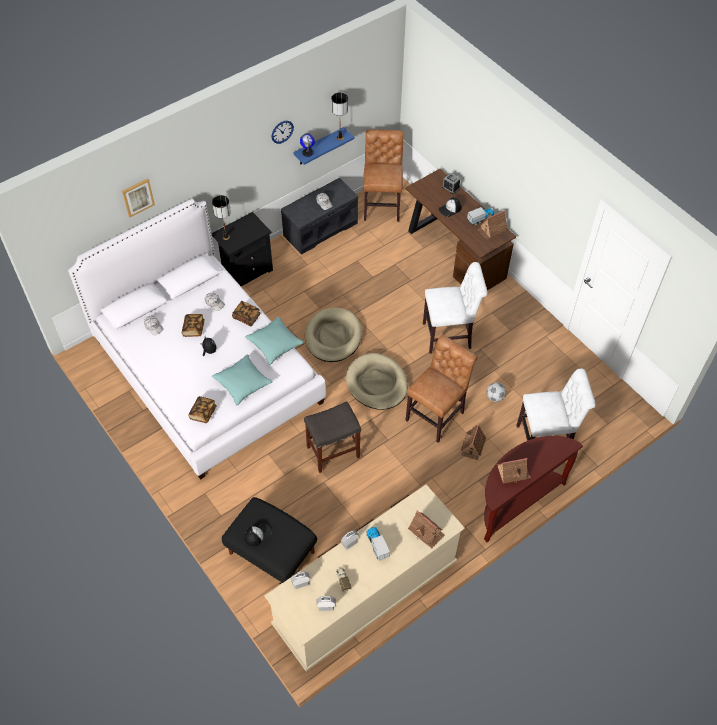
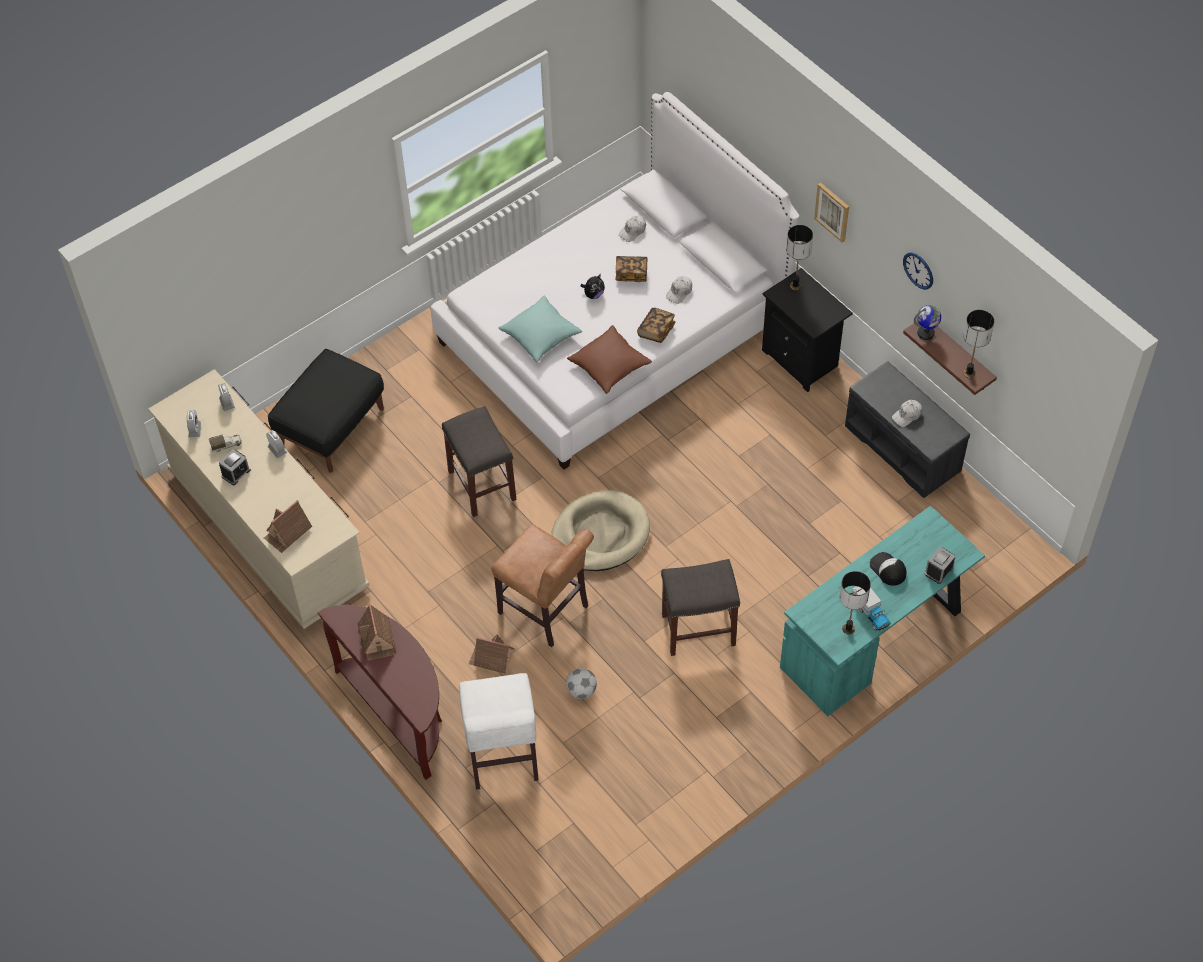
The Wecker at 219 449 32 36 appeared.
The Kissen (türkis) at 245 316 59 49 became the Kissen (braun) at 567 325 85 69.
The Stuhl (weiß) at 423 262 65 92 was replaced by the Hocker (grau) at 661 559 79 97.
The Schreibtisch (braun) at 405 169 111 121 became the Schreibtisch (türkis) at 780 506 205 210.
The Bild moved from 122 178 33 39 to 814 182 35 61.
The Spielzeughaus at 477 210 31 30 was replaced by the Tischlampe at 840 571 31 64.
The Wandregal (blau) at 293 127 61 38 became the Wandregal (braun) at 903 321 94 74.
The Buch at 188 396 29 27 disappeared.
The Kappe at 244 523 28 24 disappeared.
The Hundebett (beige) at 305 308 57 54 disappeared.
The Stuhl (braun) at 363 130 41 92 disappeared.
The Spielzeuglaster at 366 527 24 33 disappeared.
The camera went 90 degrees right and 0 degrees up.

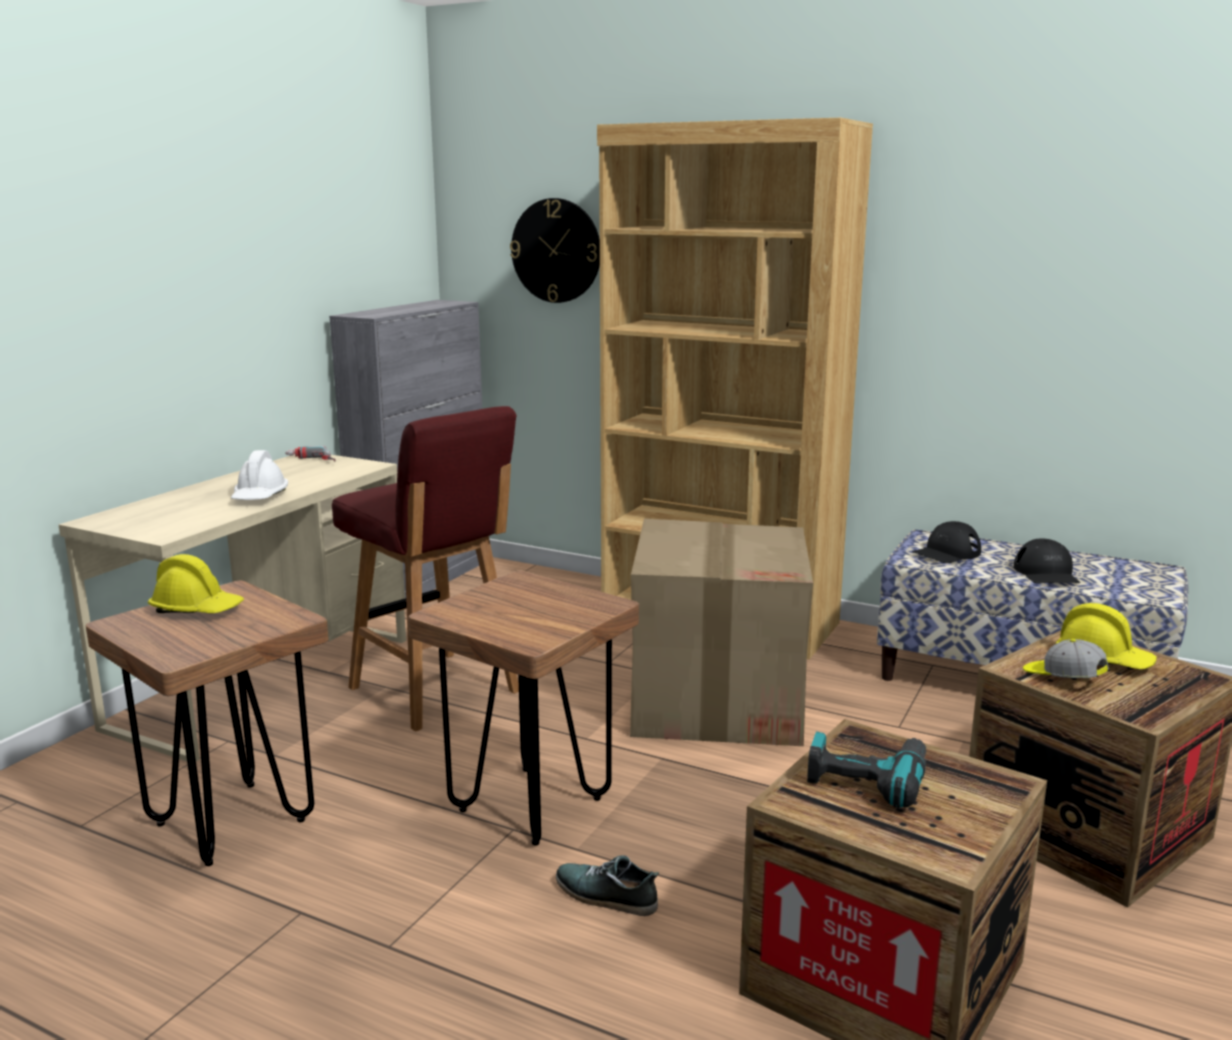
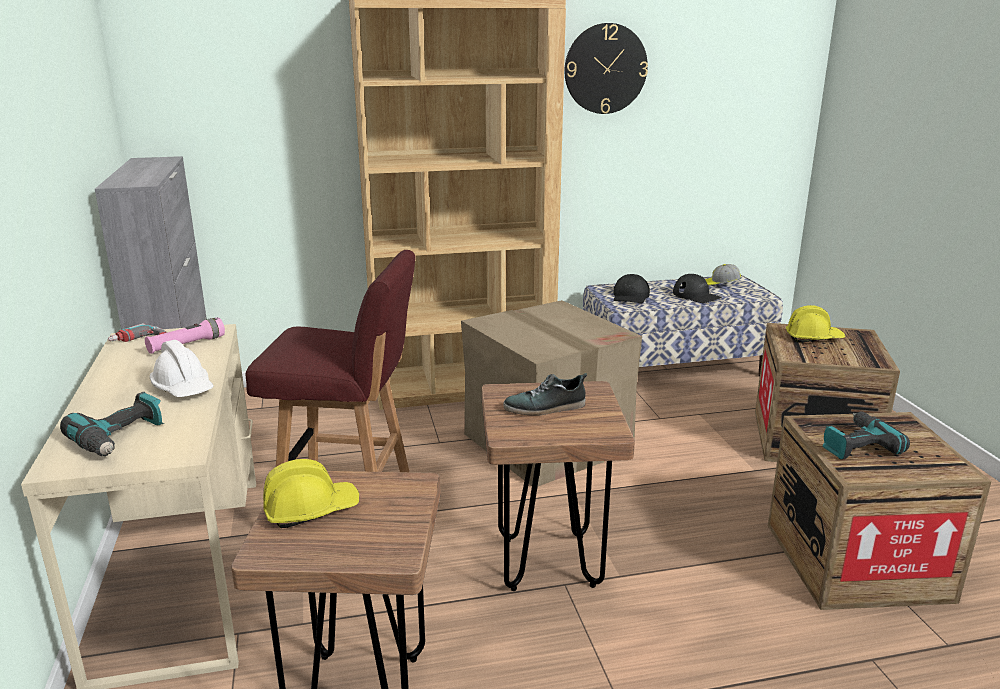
The Bohrmaschine at 60 392 105 64 appeared.
The Taschenlampe (rosa) at 145 317 80 37 appeared.
The Schuh moved from 556 855 103 61 to 503 373 84 43.
The Wanduhr moved from 510 198 90 105 to 564 23 84 91.
The Kappe moved from 1023 639 86 39 to 705 264 36 21.
The camera went 40 degrees left and 5 degrees up.

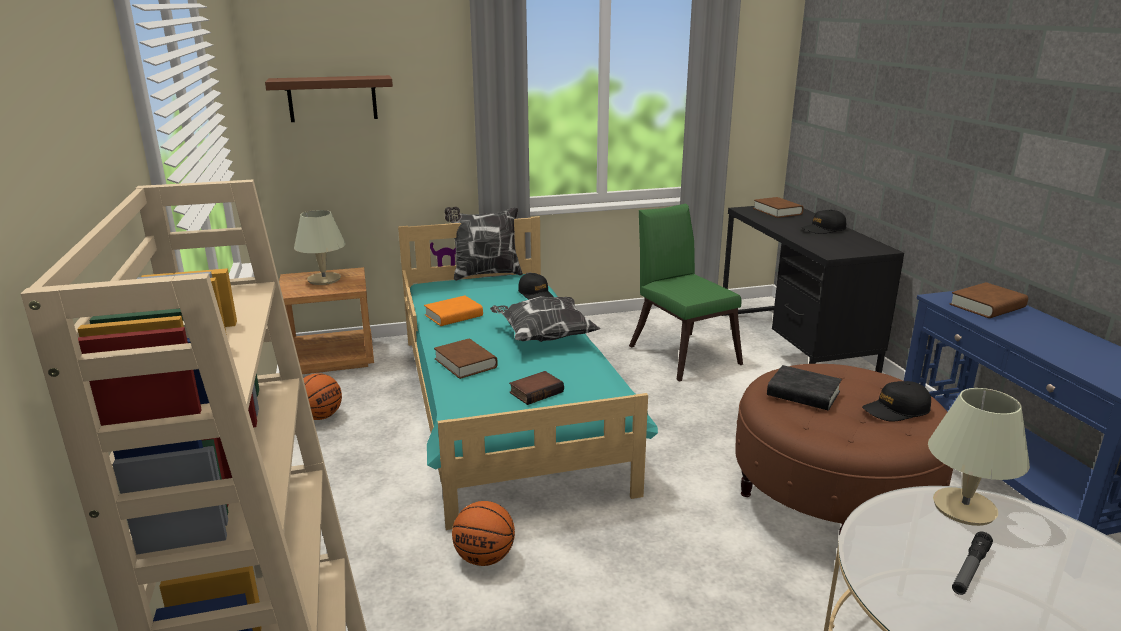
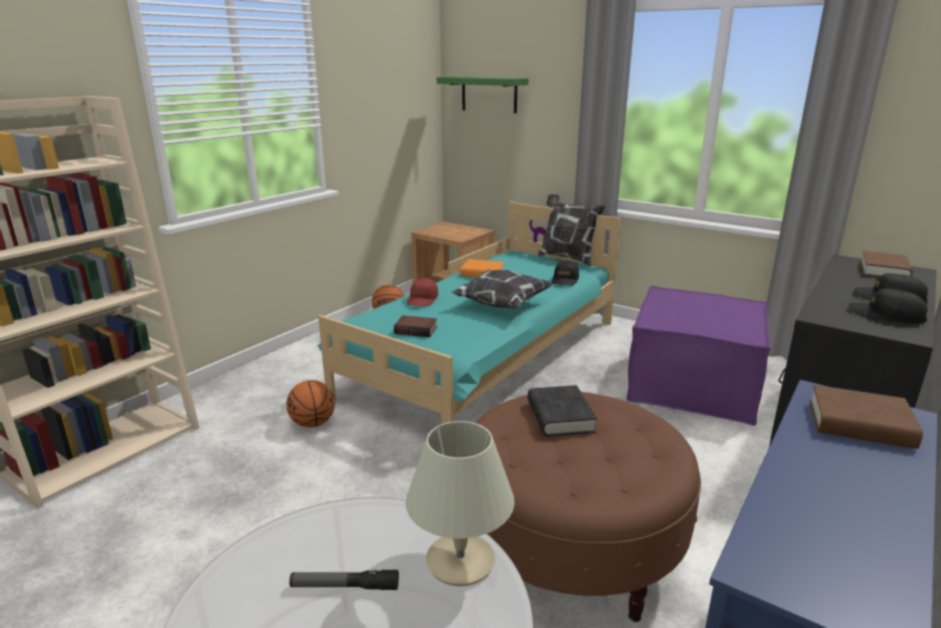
The Buch (braun) at 434 339 64 40 was replaced by the Kappe (rot) at 407 278 31 28.
The Wandregal (braun) at 265 75 128 47 became the Wandregal (grün) at 437 77 92 36.
The Stuhl (grün) at 629 204 114 177 was replaced by the Polsterhocker (lila) at 626 286 144 140.
The Kappe (schwarz) moved from 862 381 69 41 to 849 288 79 36.
The Tischlampe (beige) at 294 210 52 75 disappeared.
The camera went 50 degrees right and 0 degrees up.

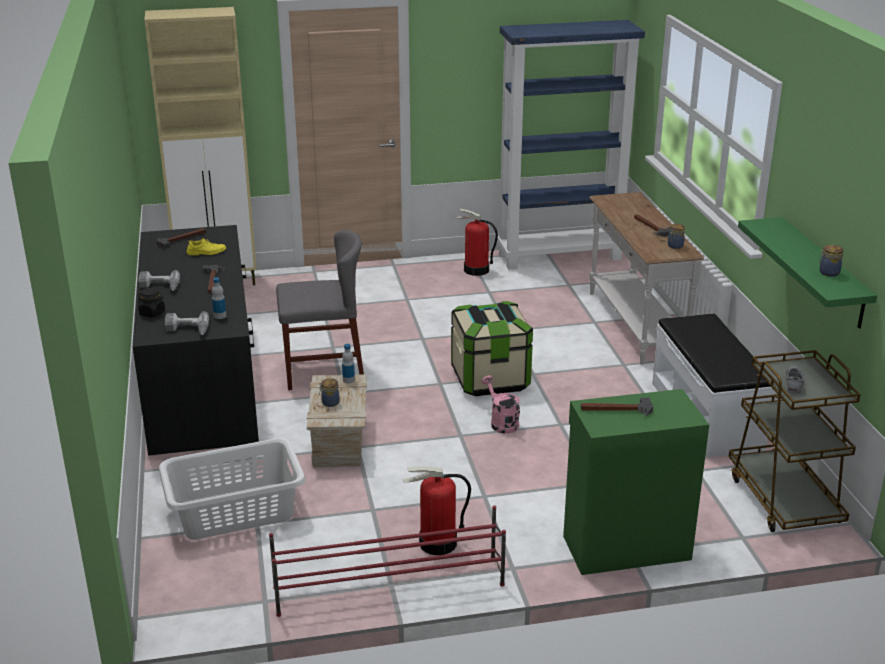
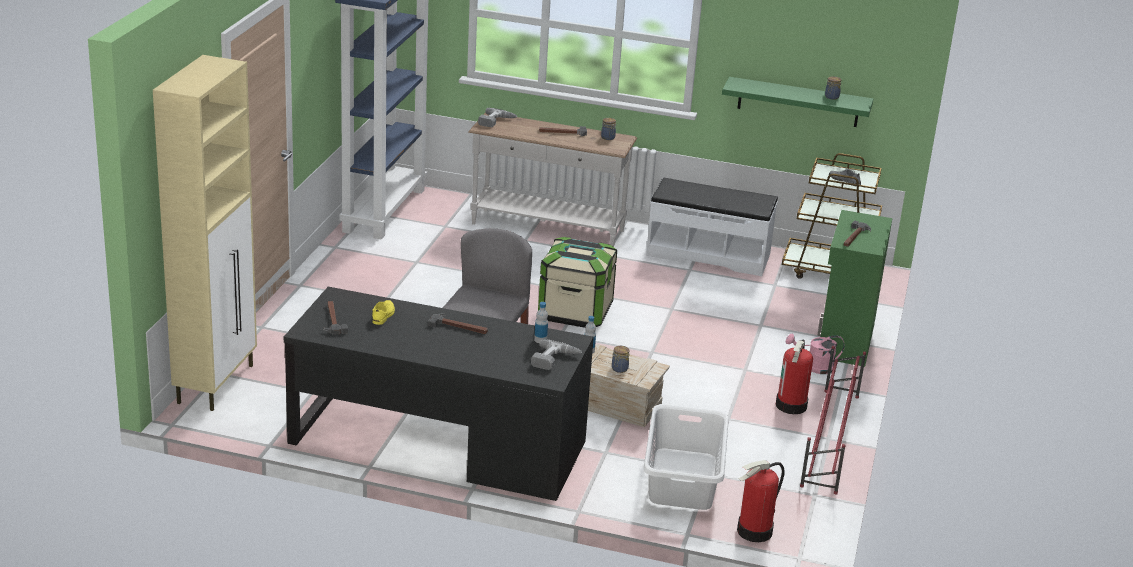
The Bohrmaschine moved from 138 270 42 21 to 478 108 40 19.
The Feuerlöscher moved from 456 209 42 67 to 737 460 48 82.
The Gießkanne (rosa) moved from 481 375 39 59 to 786 334 59 40.
The Vorratsglas (schwarz) at 138 288 27 30 disappeared.
The camera went 65 degrees left and 0 degrees up.

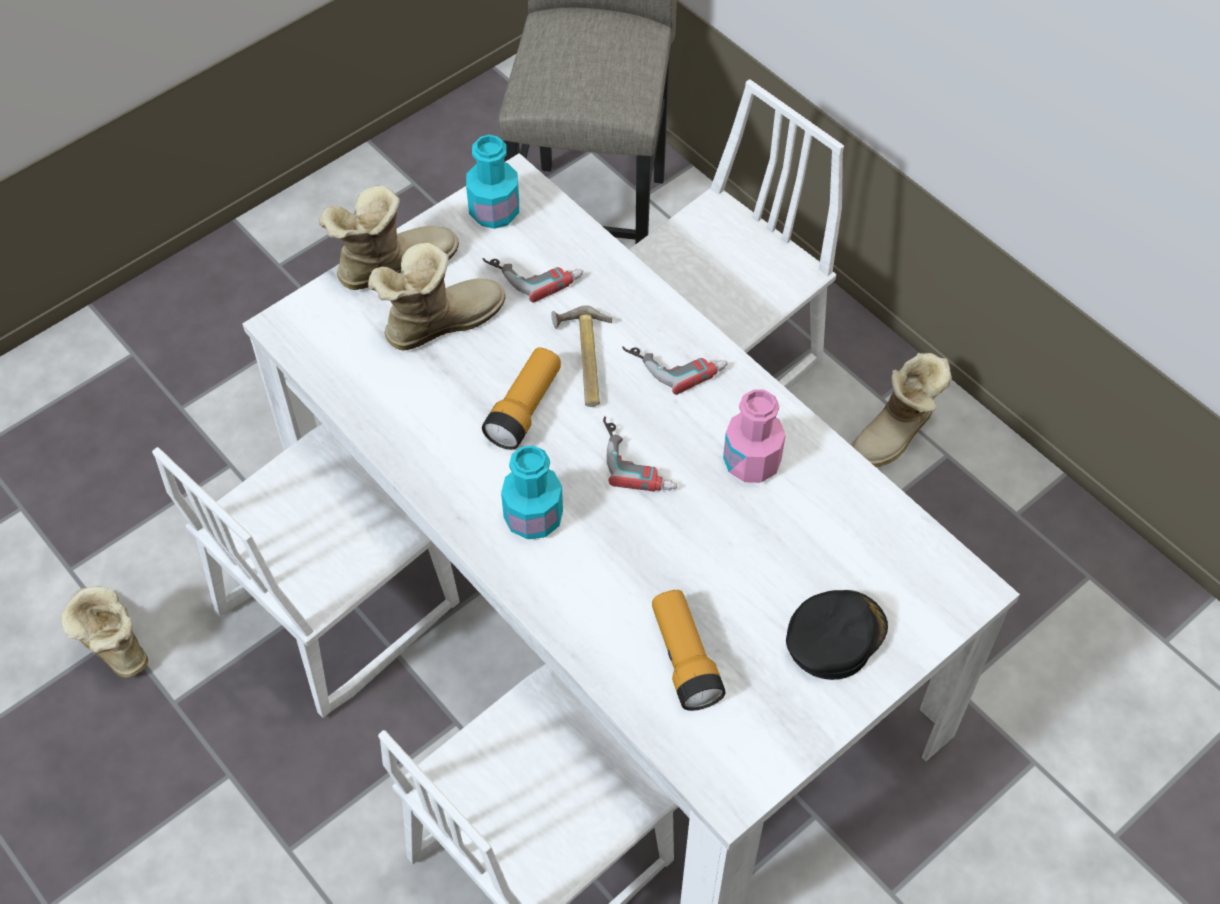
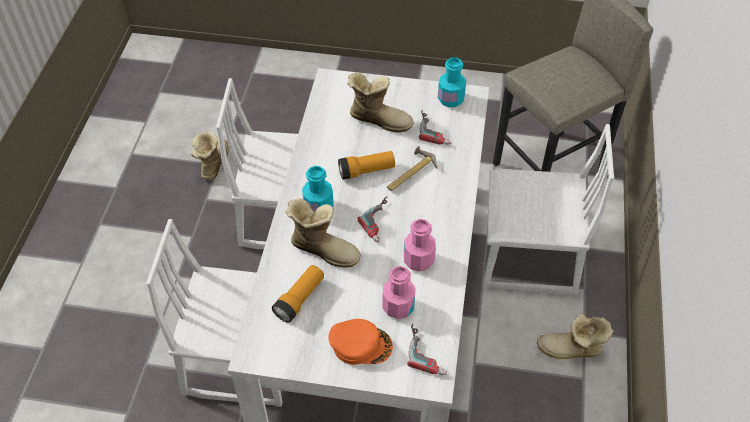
The Stiefel moved from 319 186 140 104 to 285 198 76 70.
The Kappe (schwarz) at 786 590 102 90 became the Kappe (orange) at 328 319 65 46.
The Flasche (rosa) at 382 266 34 53 appeared.
The Bohrmaschine moved from 622 346 106 49 to 407 324 40 51.
The camera went 50 degrees right and 5 degrees down.

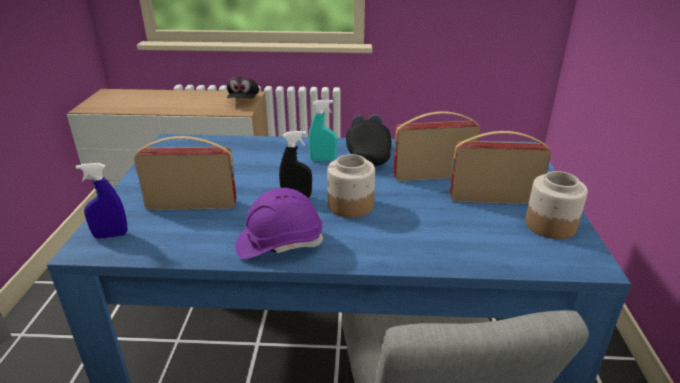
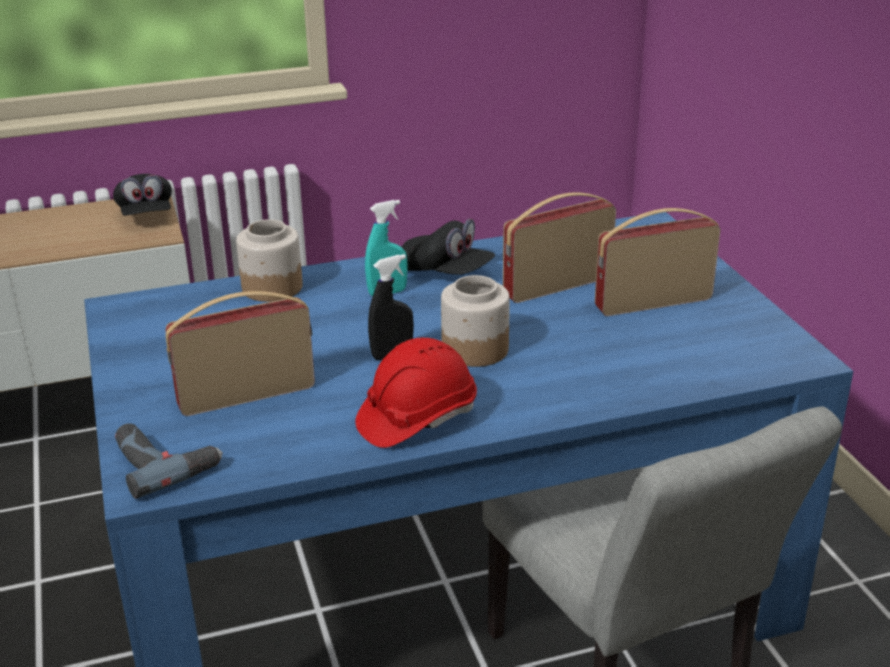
The Sprühflasche (blau) at 76 163 52 76 was replaced by the Bohrmaschine at 115 423 108 76.
The Vorratsglas moved from 525 171 63 68 to 236 219 67 83.
The Schutzhelm (lila) at 236 188 87 71 became the Schutzhelm (rot) at 355 338 122 110.
The Kappe (schwarz) at 346 114 46 52 turned 150 degrees clockwise.
The camera went 20 degrees left and 0 degrees up.

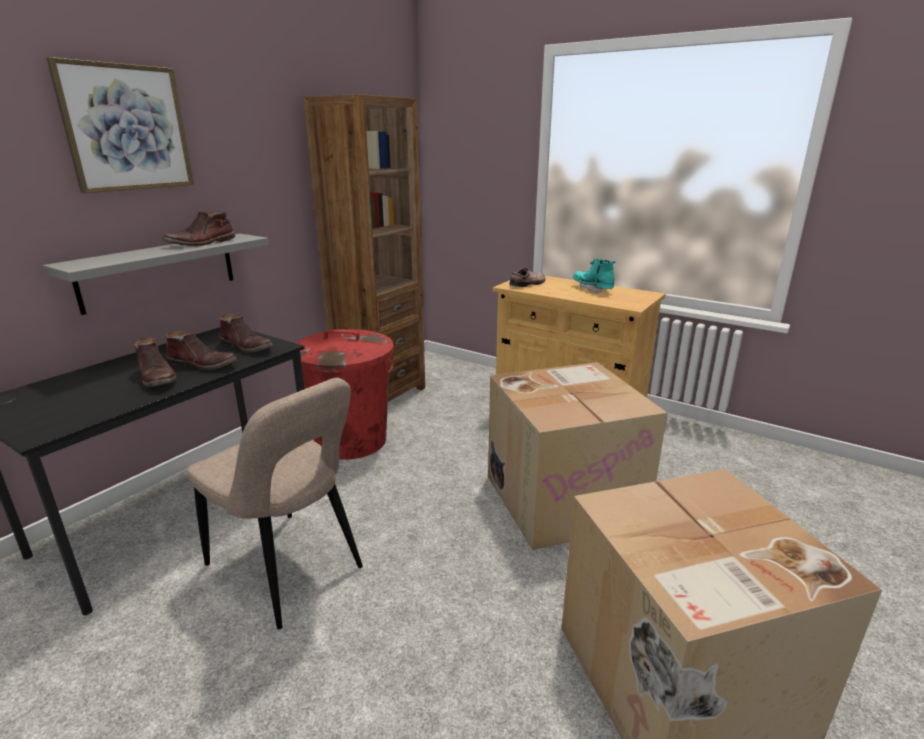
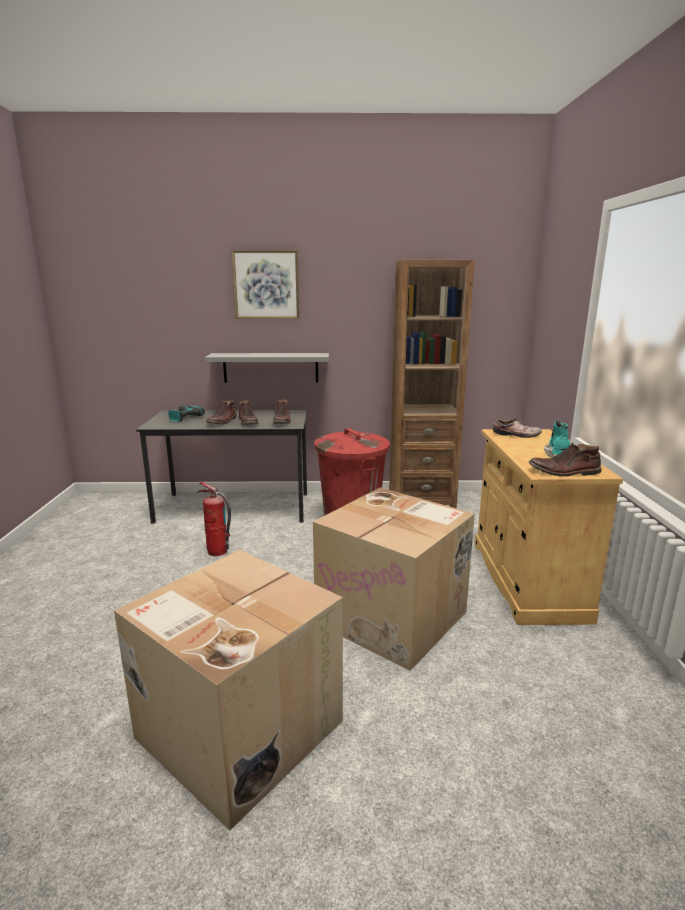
The Bohrmaschine at 169 405 36 17 appeared.
The Stuhl (beige) at 187 378 176 251 was replaced by the Feuerlöscher at 198 482 33 74.
The Stiefel (braun) moved from 162 211 73 35 to 528 442 73 34.
The camera went 55 degrees right and 5 degrees down.

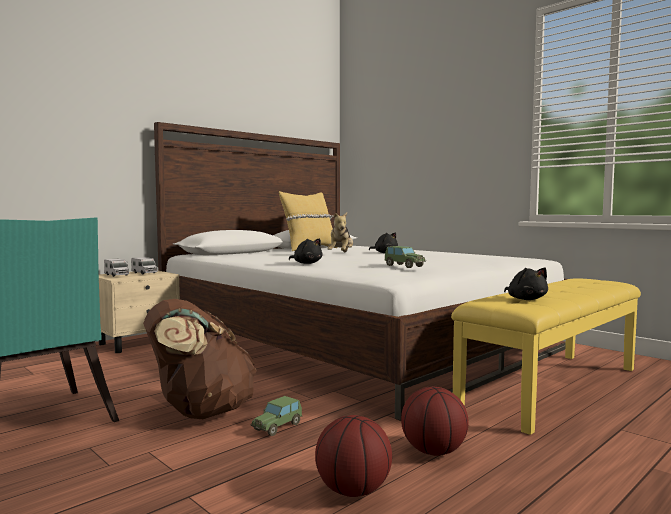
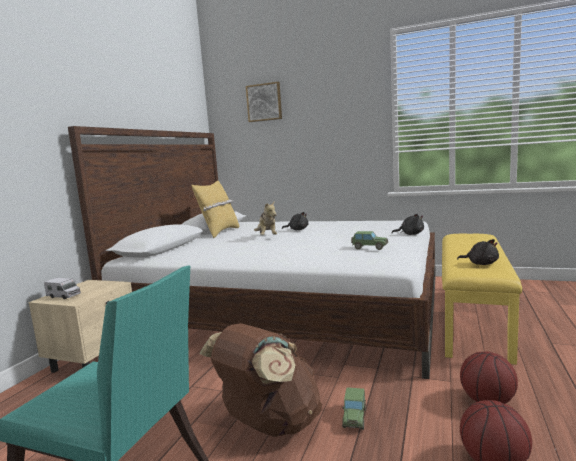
The Bild at 246 82 36 40 appeared.
The Plüschtier (schwarz) moved from 289 238 34 26 to 392 214 32 21.
The Spielzeuglaster at 131 257 27 17 disappeared.
The camera went 25 degrees left and 5 degrees up.

